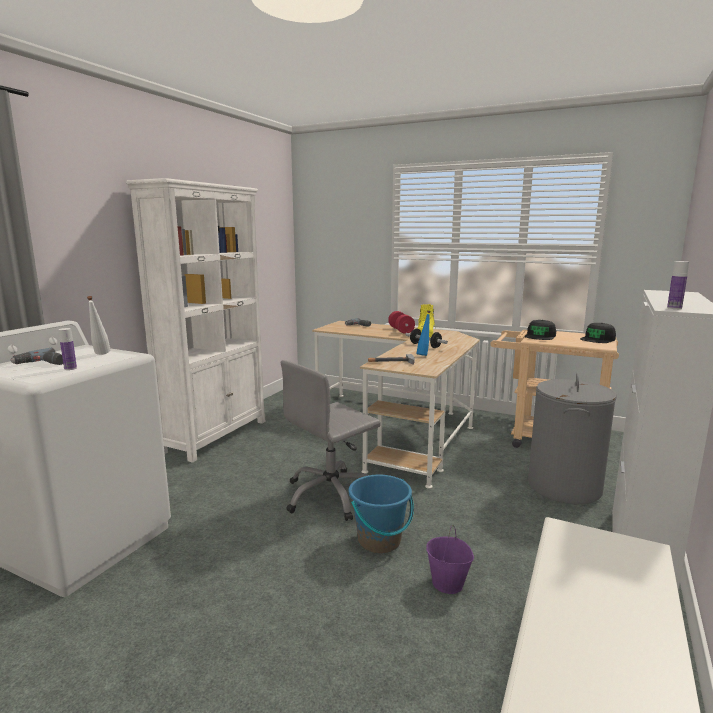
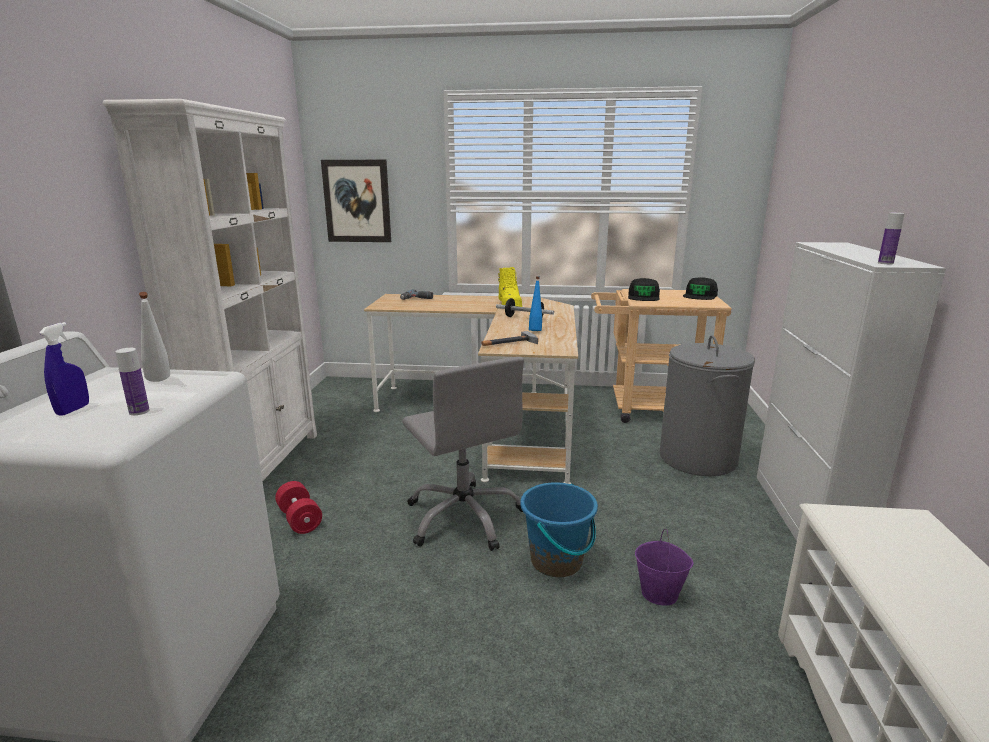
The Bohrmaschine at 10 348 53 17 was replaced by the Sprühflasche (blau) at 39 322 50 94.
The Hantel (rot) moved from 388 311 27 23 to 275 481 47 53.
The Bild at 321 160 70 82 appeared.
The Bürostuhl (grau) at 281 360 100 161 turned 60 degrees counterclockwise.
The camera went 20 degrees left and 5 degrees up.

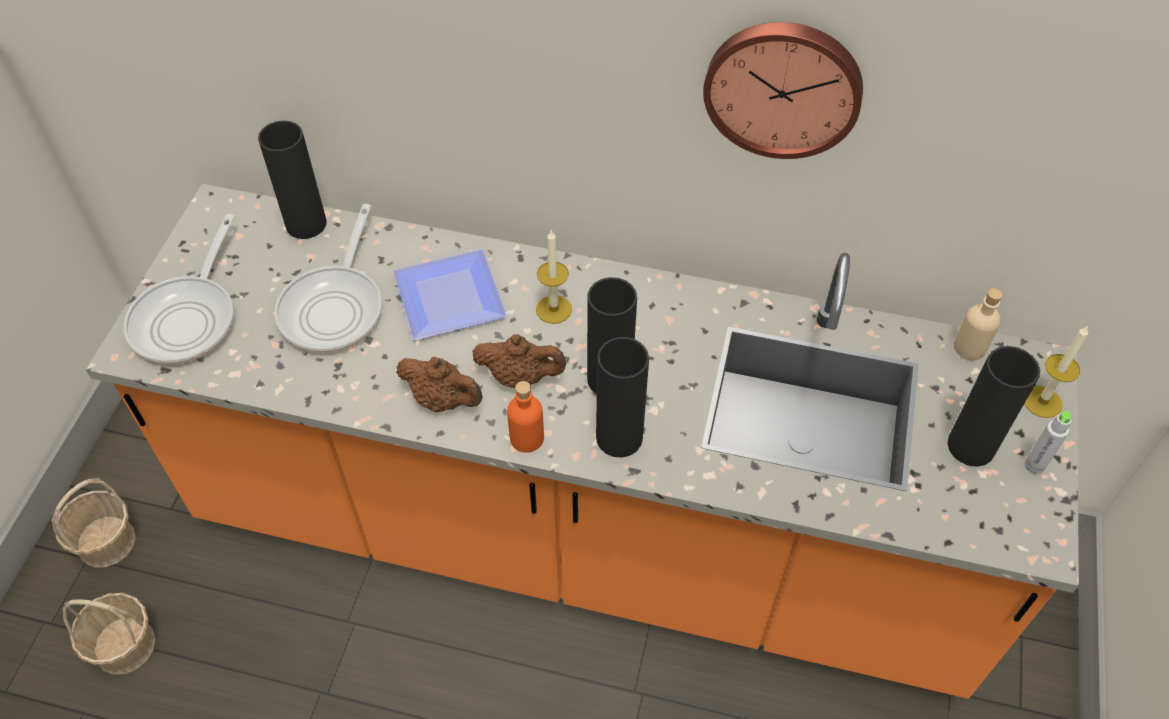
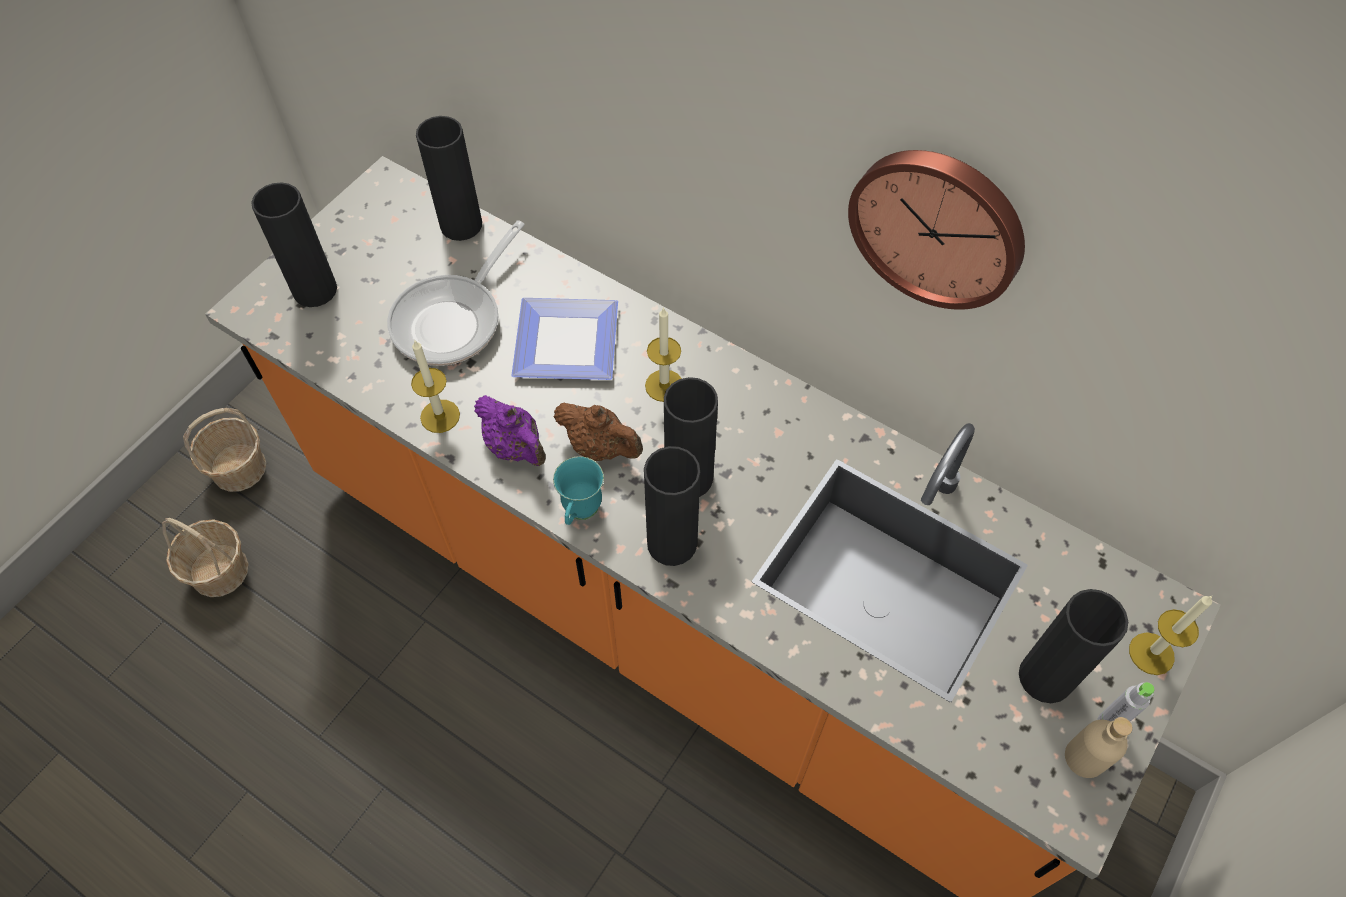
The Pfanne at 123 214 112 150 was replaced by the Vase (schwarz) at 251 182 86 125.
The Kerze at 411 339 49 94 appeared.
The Teekanne (braun) at 396 357 87 55 became the Teekanne (lila) at 474 395 72 71.
The Flasche (orange) at 507 381 37 72 was replaced by the Henkelbecher (türkis) at 553 456 51 69.
The Flasche (beige) moved from 954 288 49 72 to 1065 717 67 61.
The camera went 20 degrees right and 5 degrees up.

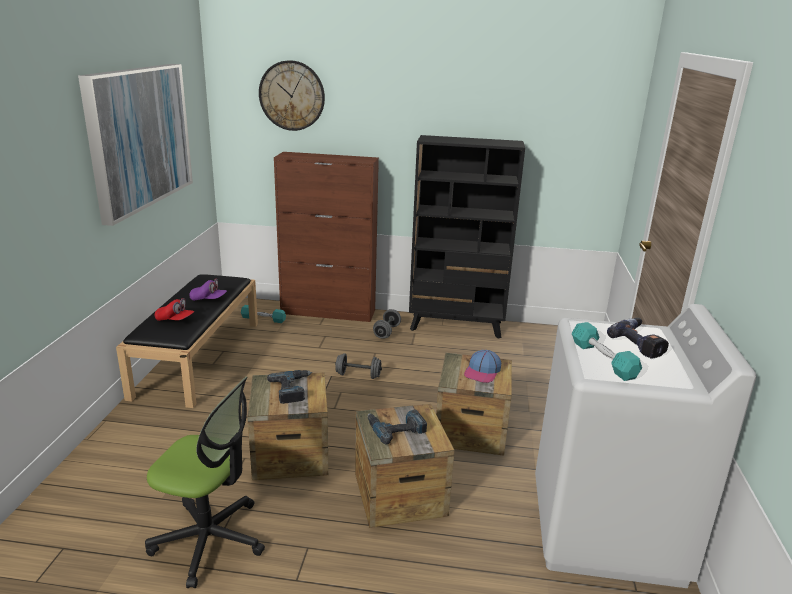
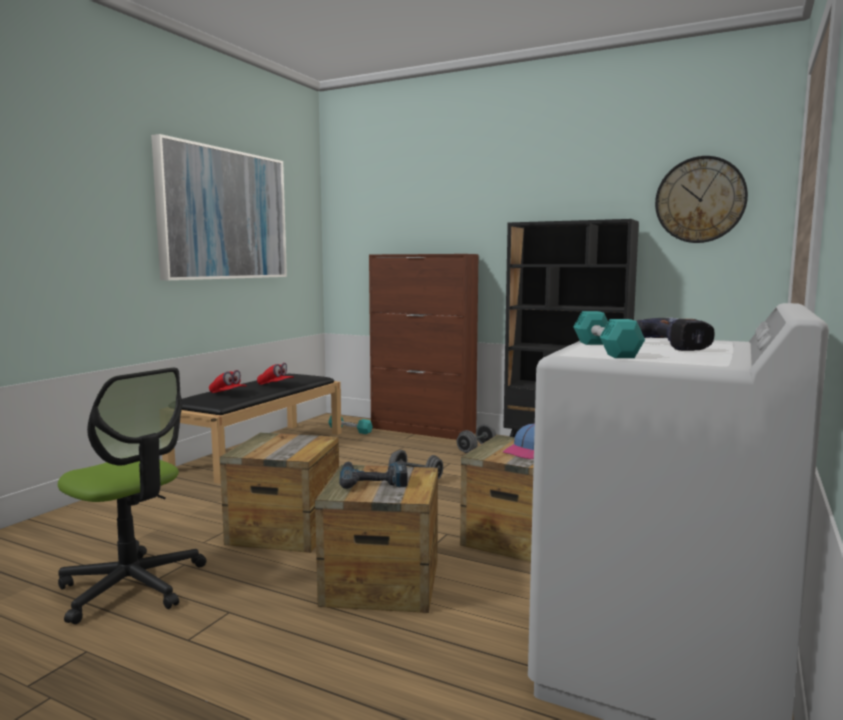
The Kappe (lila) at 189 278 38 23 became the Kappe (rot) at 257 363 37 22.
The Wanduhr moved from 259 60 66 71 to 655 156 93 87.
The Bohrmaschine at 267 370 45 34 disappeared.
The camera went 20 degrees right and 15 degrees down.

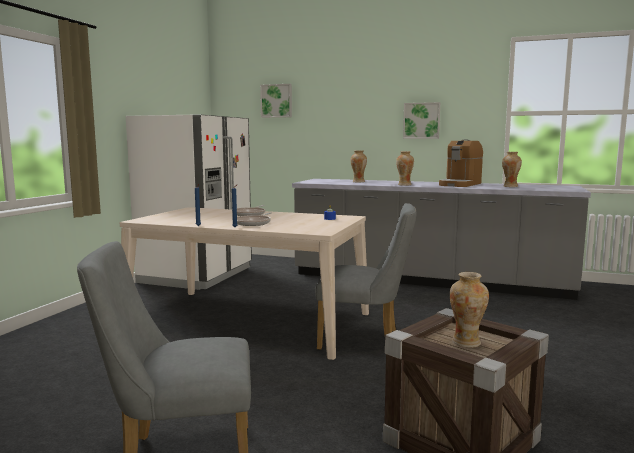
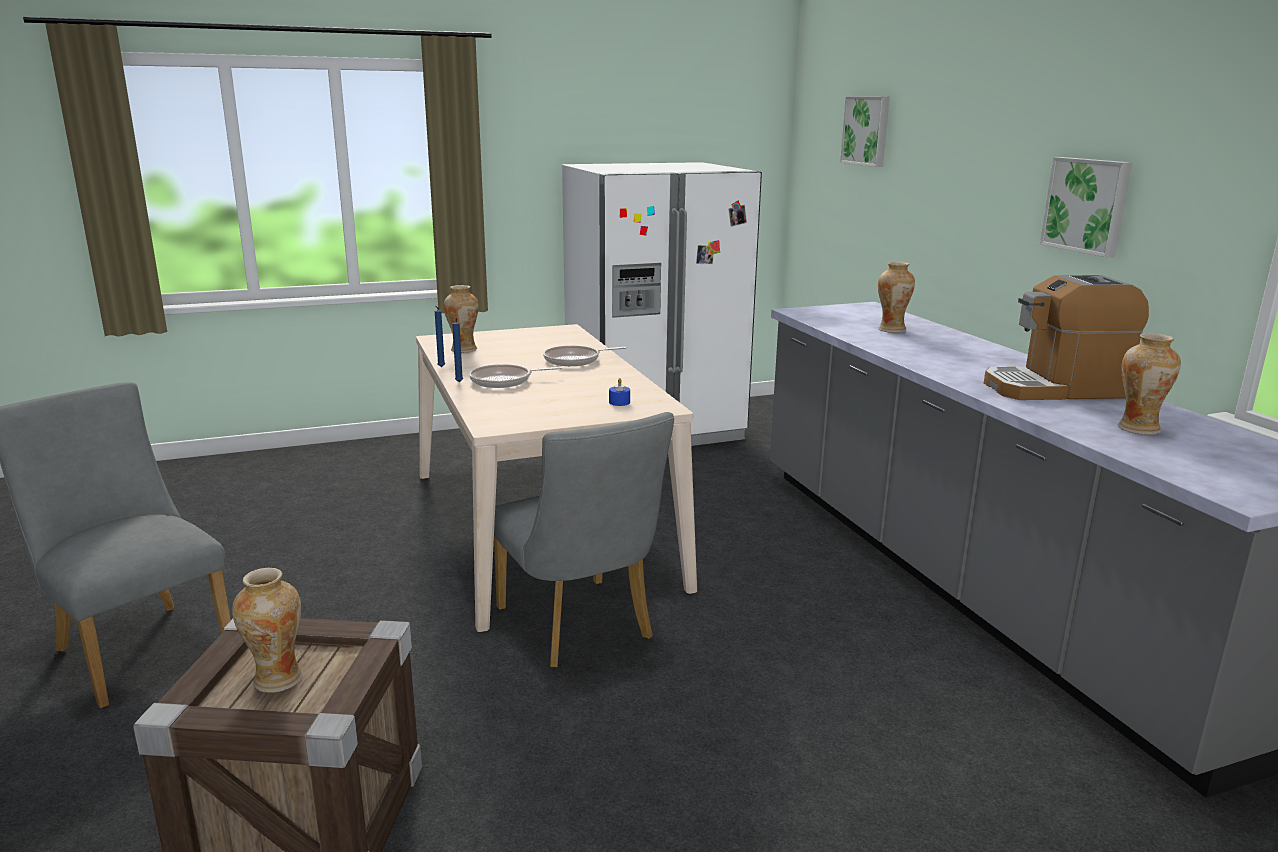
The Vase moved from 396 151 18 35 to 444 285 34 68.
The camera went 50 degrees right and 10 degrees up.

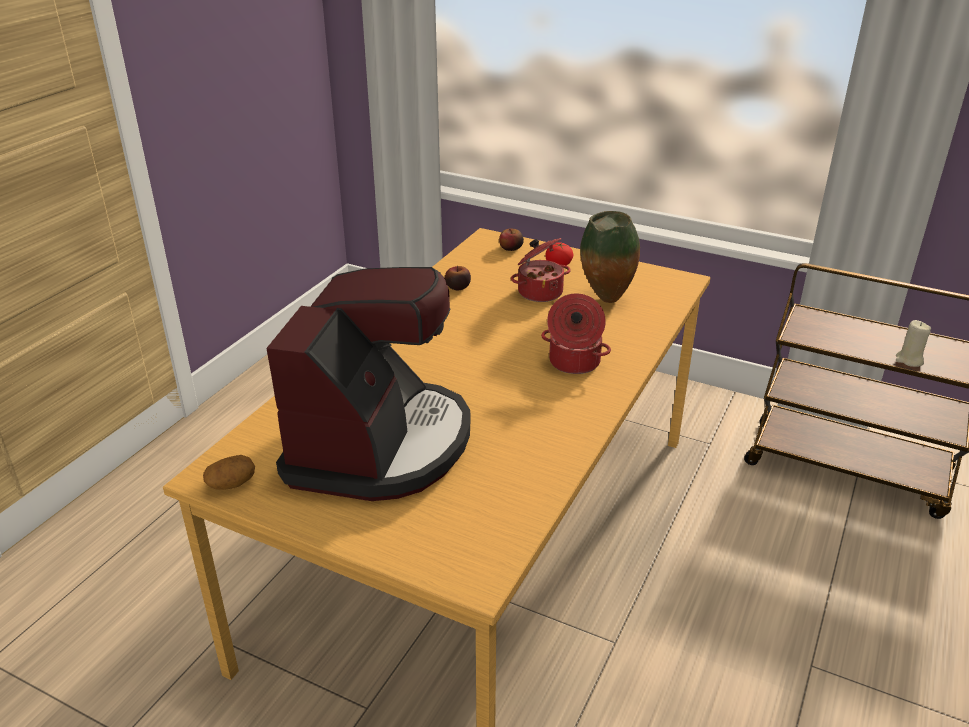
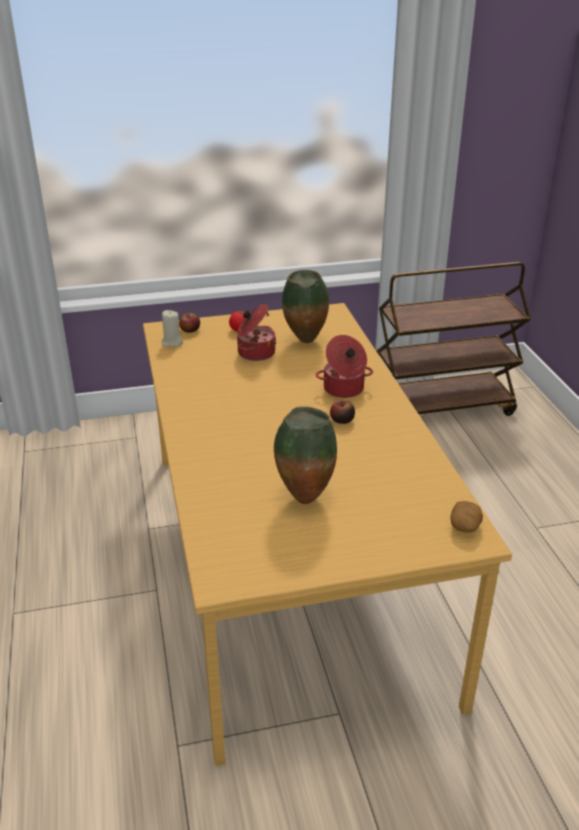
The Kerze (beige) moved from 896 320 35 47 to 161 310 22 37.
The Kaffeemaschine at 266 267 204 234 was replaced by the Vase at 274 407 63 97.
The Apfel moved from 445 266 26 24 to 330 400 25 24.
The Kartoffel moved from 203 455 52 35 to 450 501 33 32.
The camera went 40 degrees left and 0 degrees up.

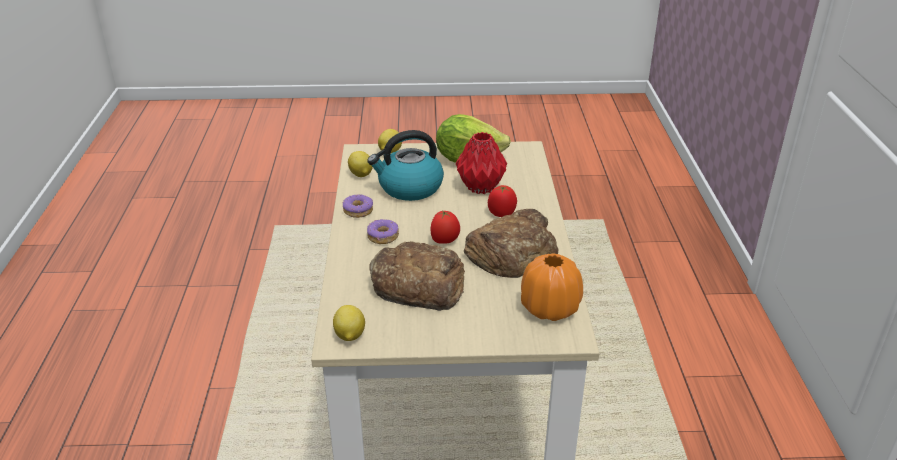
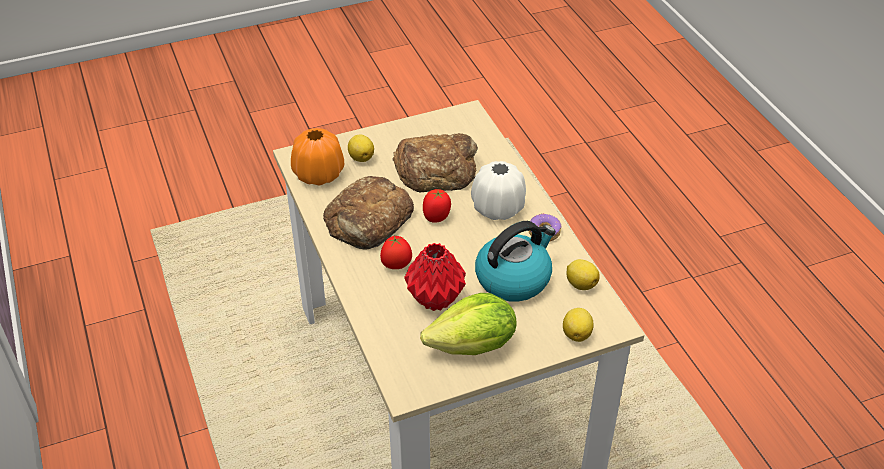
The Zitrone moved from 333 305 32 36 to 348 134 26 28.
The Donut at 367 219 32 25 was replaced by the Vase (weiß) at 471 161 55 59.
The camera went 160 degrees right and 10 degrees up.

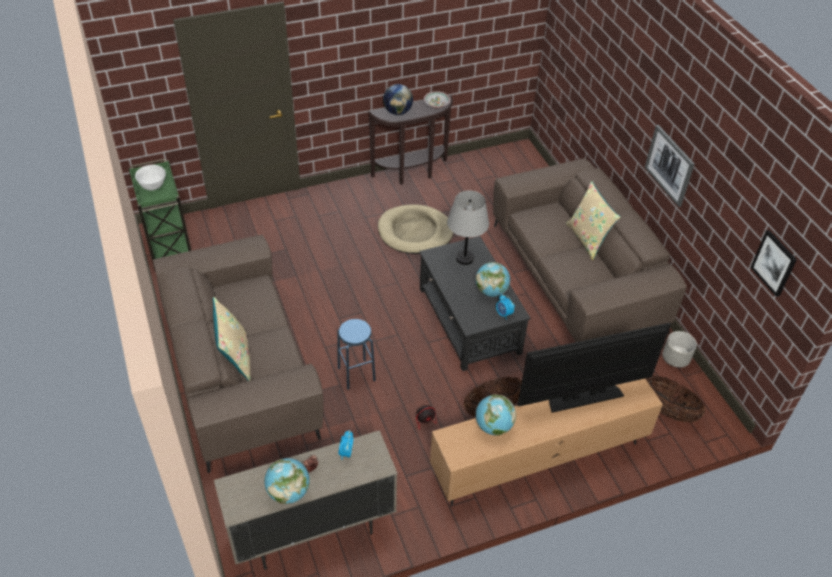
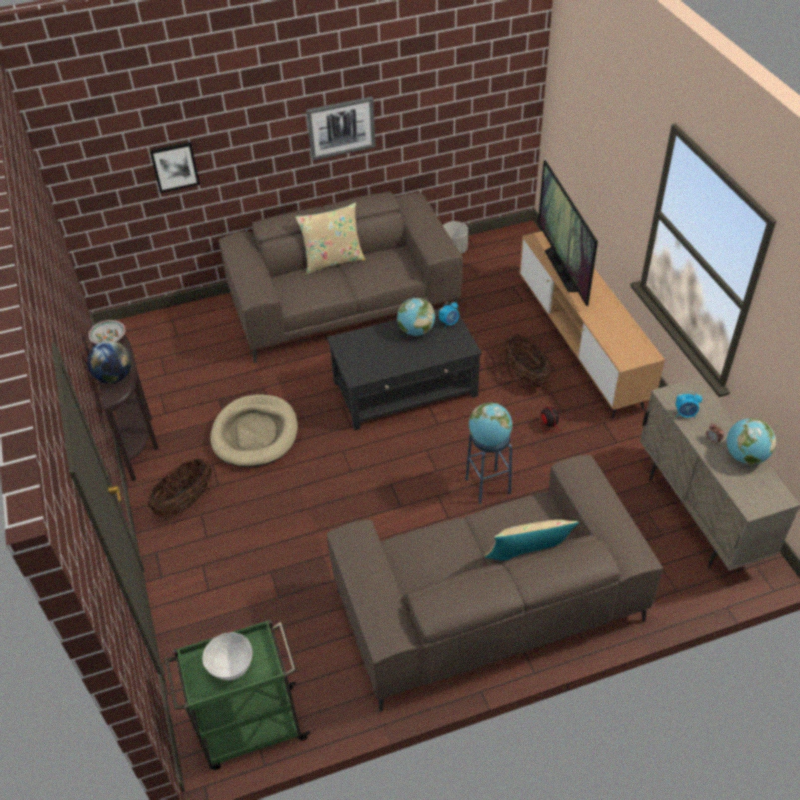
The Korb moved from 646 376 59 47 to 148 459 64 58.
The Bild moved from 750 230 47 67 to 149 142 51 51.
The Globus moved from 476 394 40 42 to 469 402 44 44.
The Tischlampe (grau) at 447 191 42 74 disappeared.
The camera went 85 degrees left and 0 degrees up.

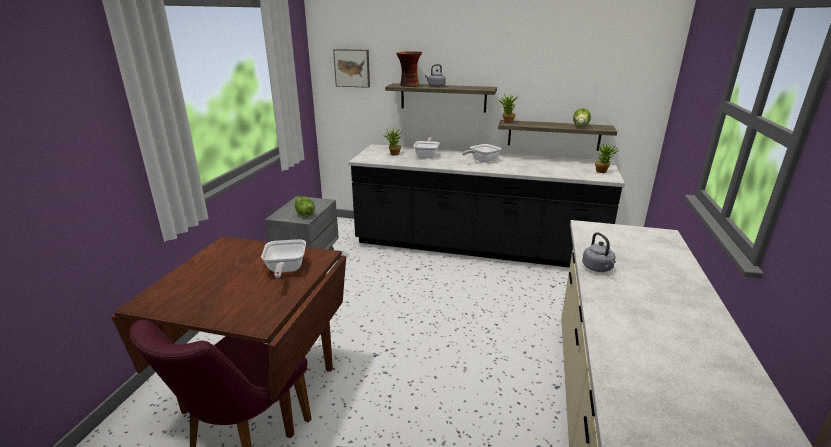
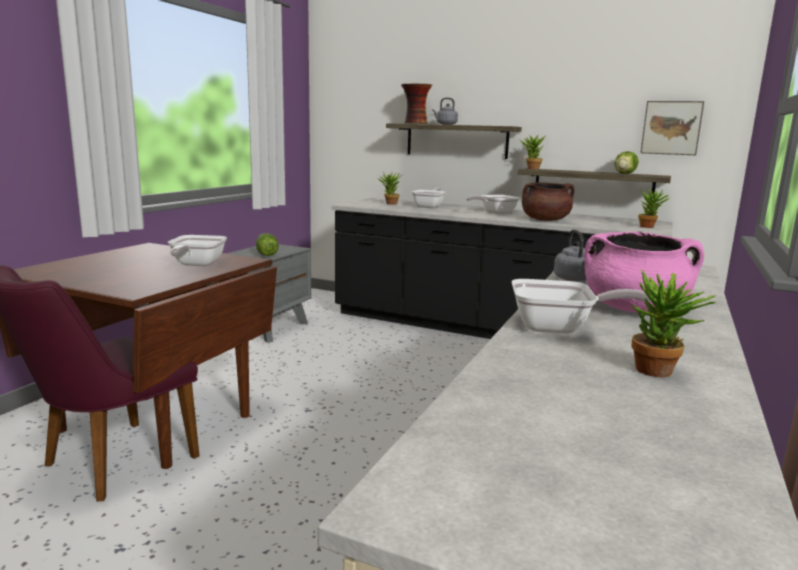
The Pfanne at 512 279 139 54 appeared.
The Kochtopf (braun) at 522 182 53 39 appeared.
The Kochtopf (rosa) at 584 232 120 81 appeared.
The Topfpflanze at 631 270 85 107 appeared.
The Bild moved from 333 49 37 39 to 641 101 63 54.
The camera went 10 degrees right and 10 degrees down.

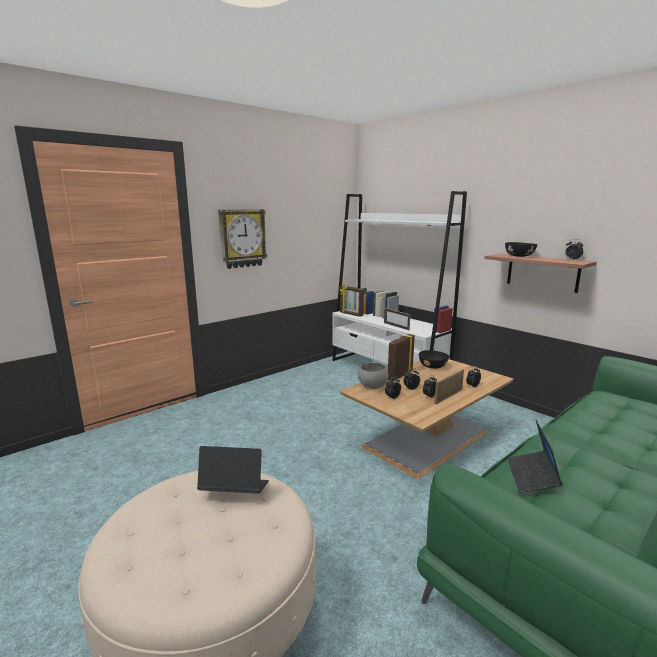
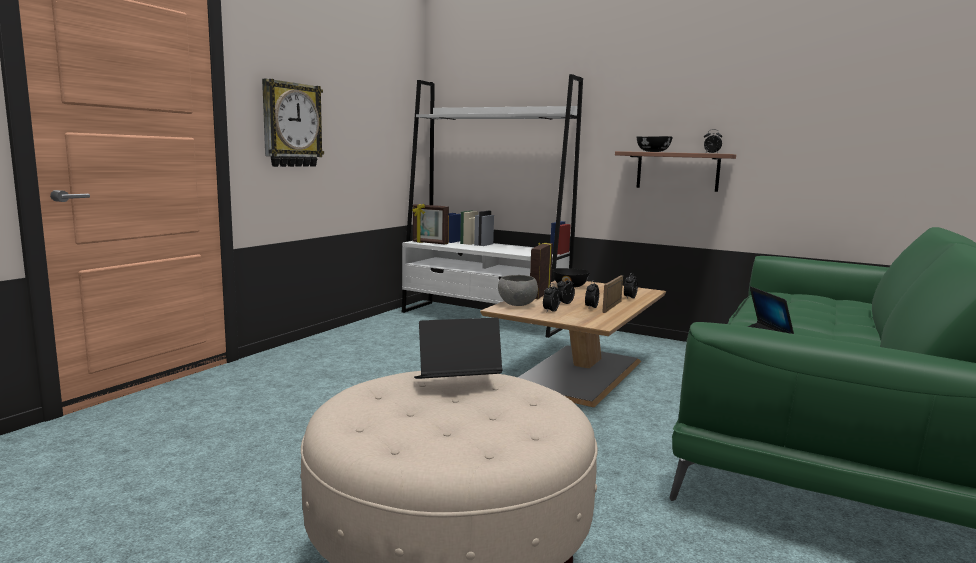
The Bilderrahmen at 384 308 27 22 disappeared.
The camera went 20 degrees left and 5 degrees down.

